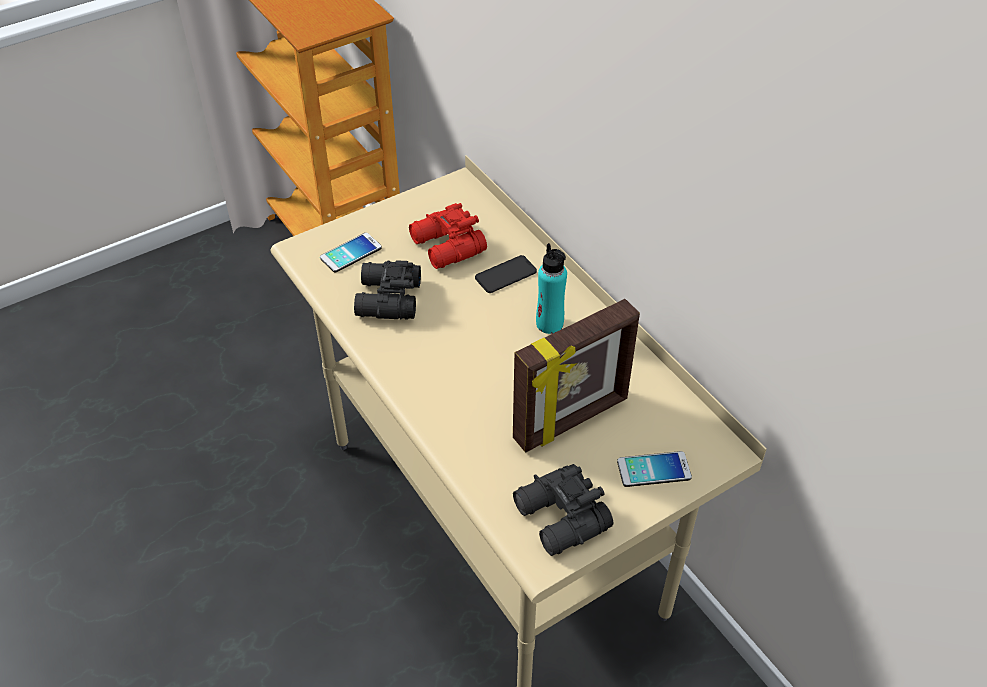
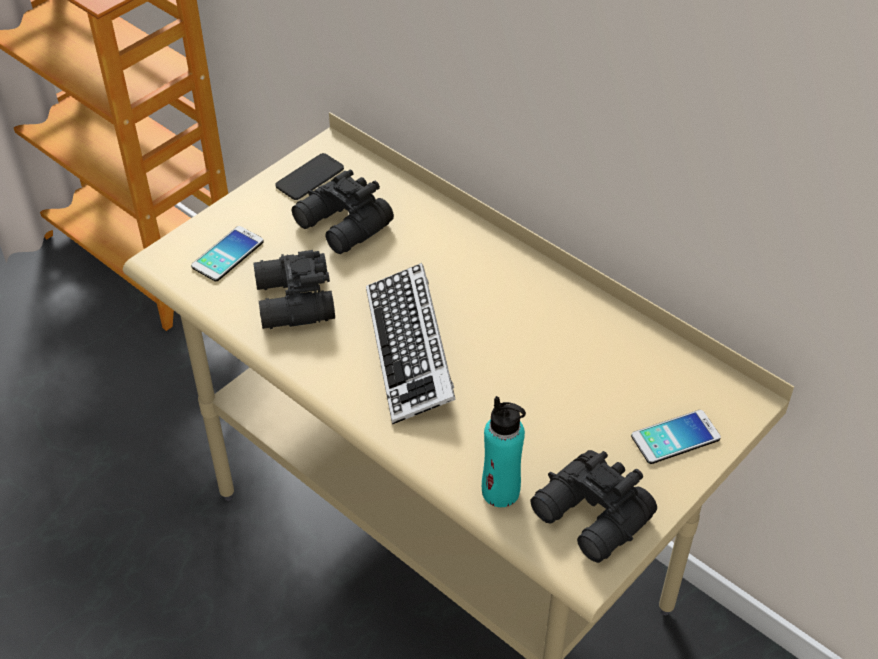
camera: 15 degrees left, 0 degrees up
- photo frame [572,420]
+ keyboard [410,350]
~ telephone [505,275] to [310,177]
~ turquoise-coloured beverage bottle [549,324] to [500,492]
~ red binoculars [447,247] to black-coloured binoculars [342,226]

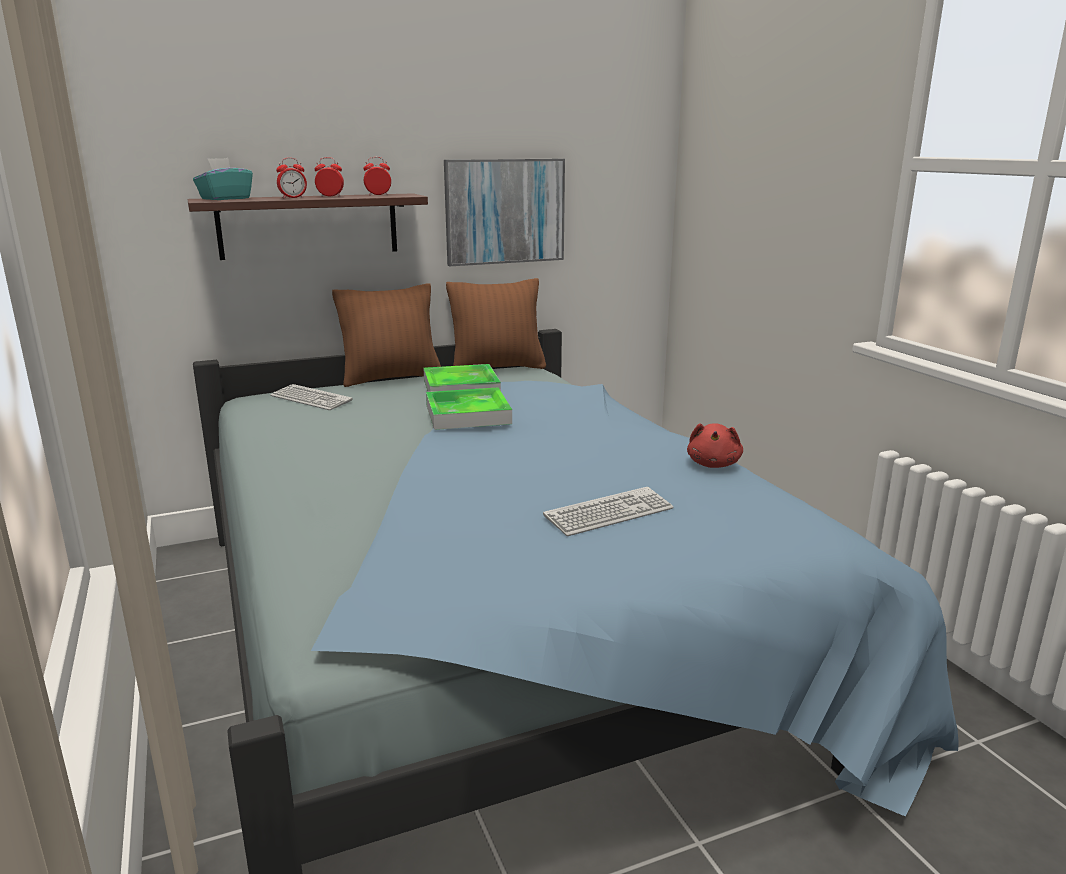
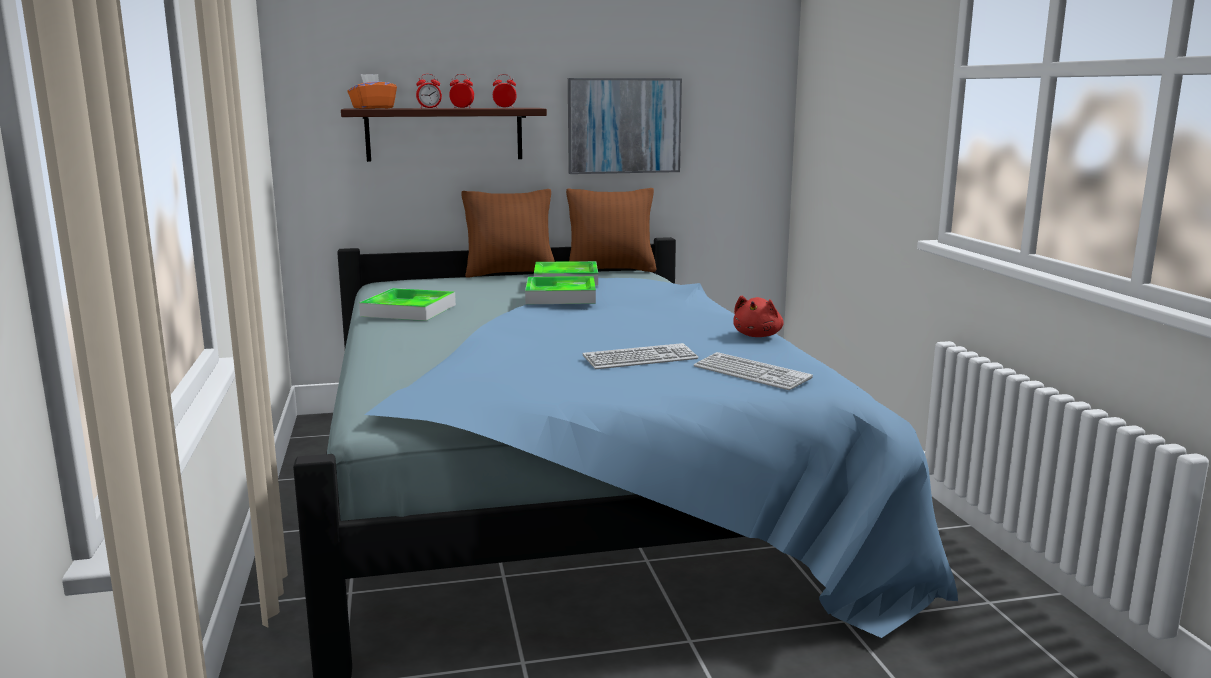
camera: 10 degrees right, 5 degrees down
+ tray [409,310]
~ keyboard [311,399] to [751,373]
~ turquoise-coloured tissue holder [225,199] to orange-coloured tissue holder [373,108]

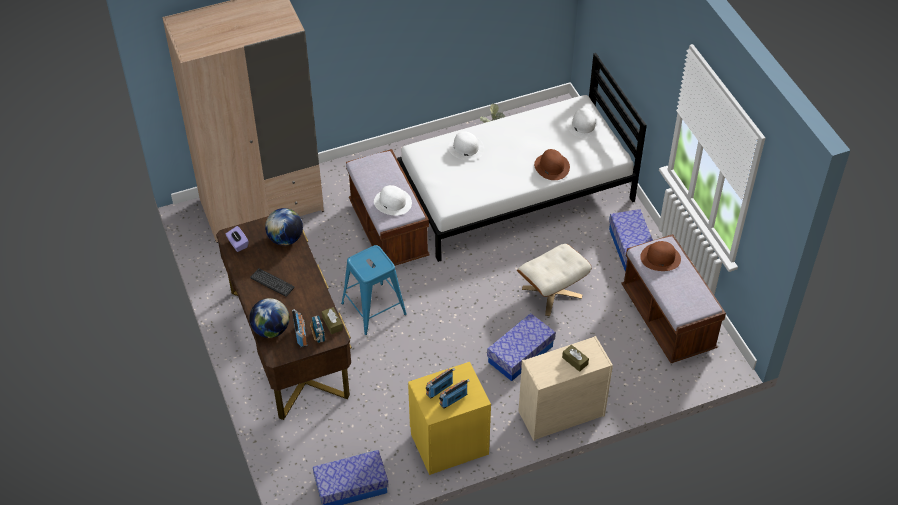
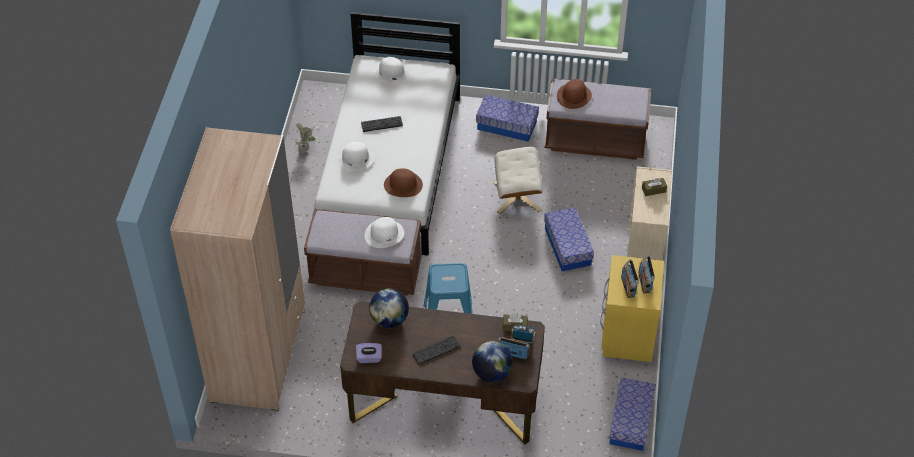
camera: 60 degrees left, 0 degrees up
+ keyboard [382,124]
~ brownish hat [551,166] to [403,185]

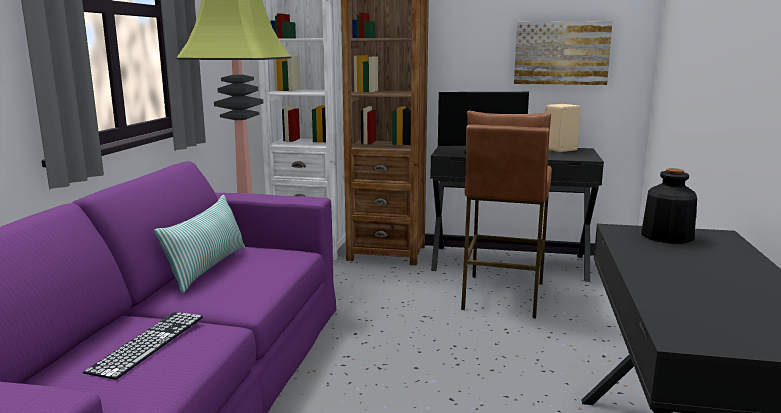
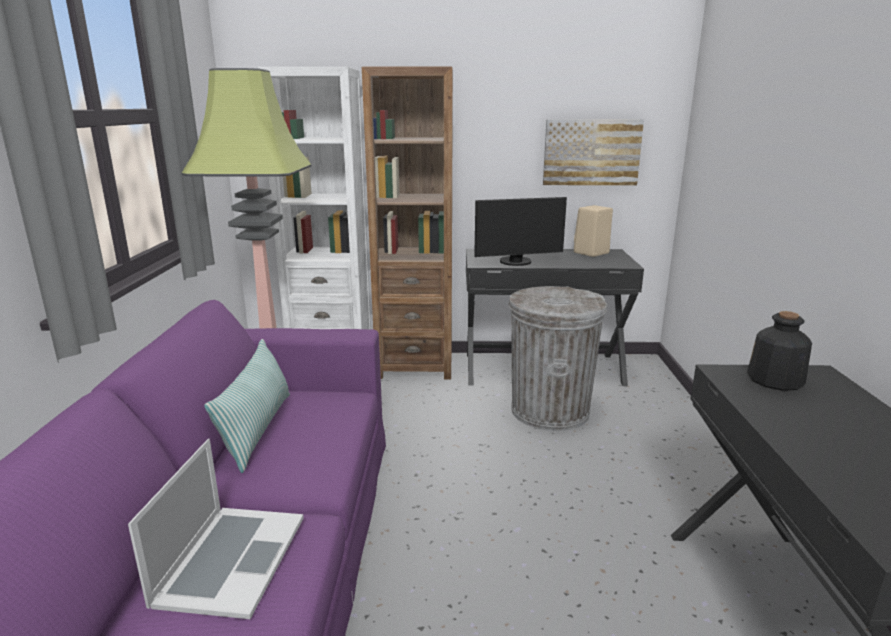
camera: 10 degrees left, 5 degrees up
~ keyboard [148,343] to portable computer [230,559]
~ brownish sitting stool [502,295] to gray waste bin [549,411]

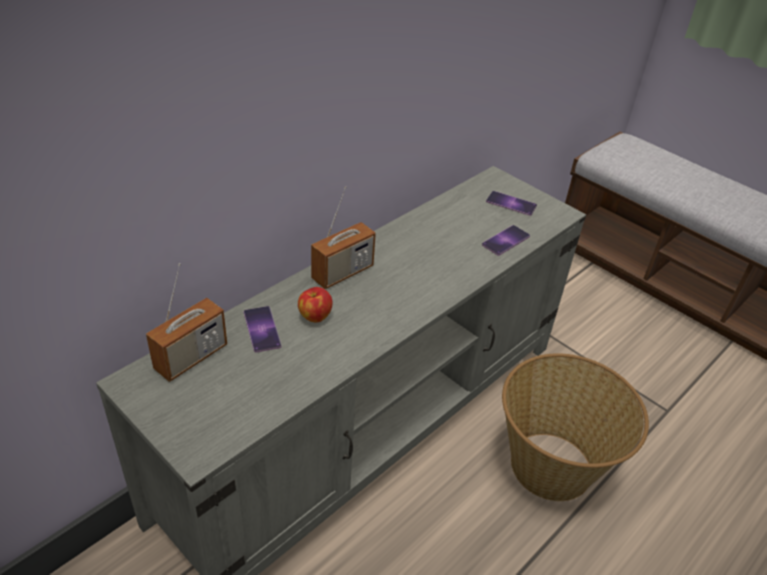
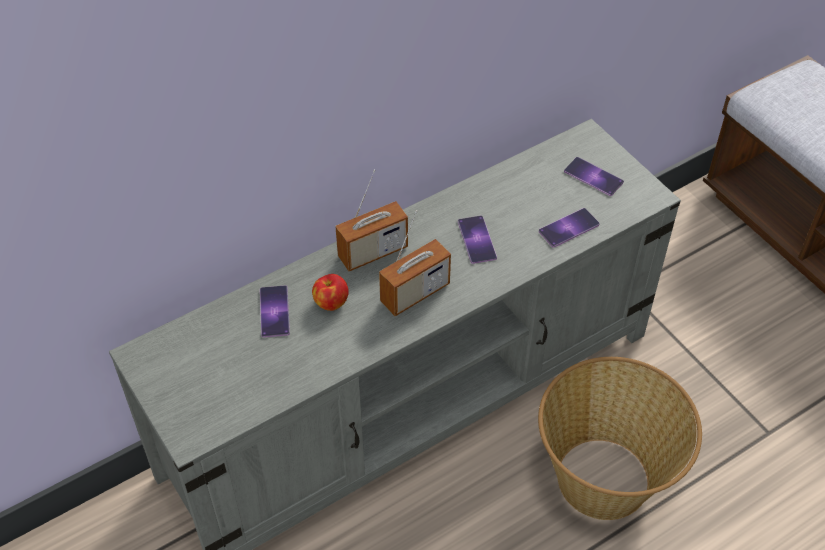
camera: 15 degrees right, 10 degrees up
+ telephone [477,239]
~ radio receiver [191,357] to [415,293]

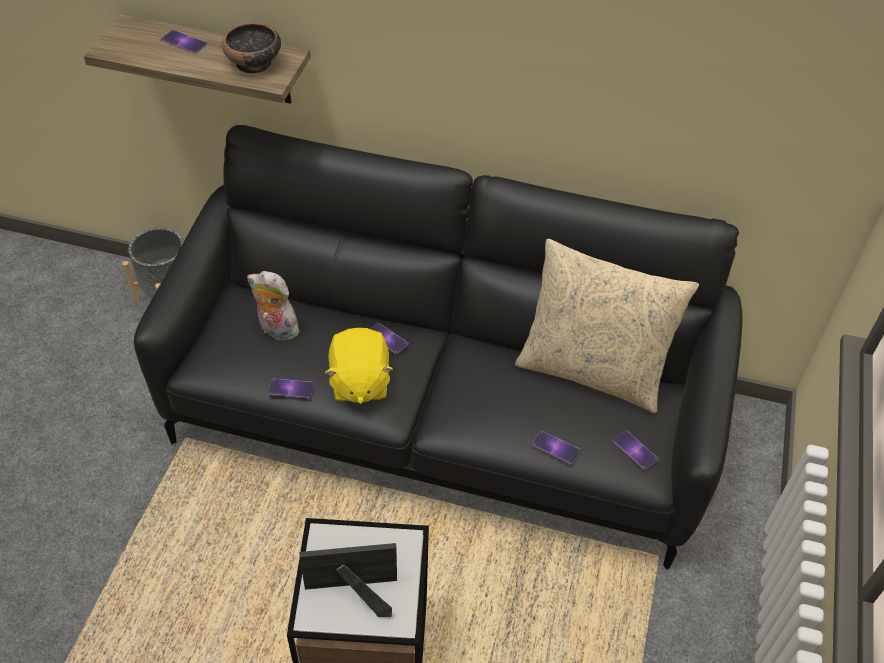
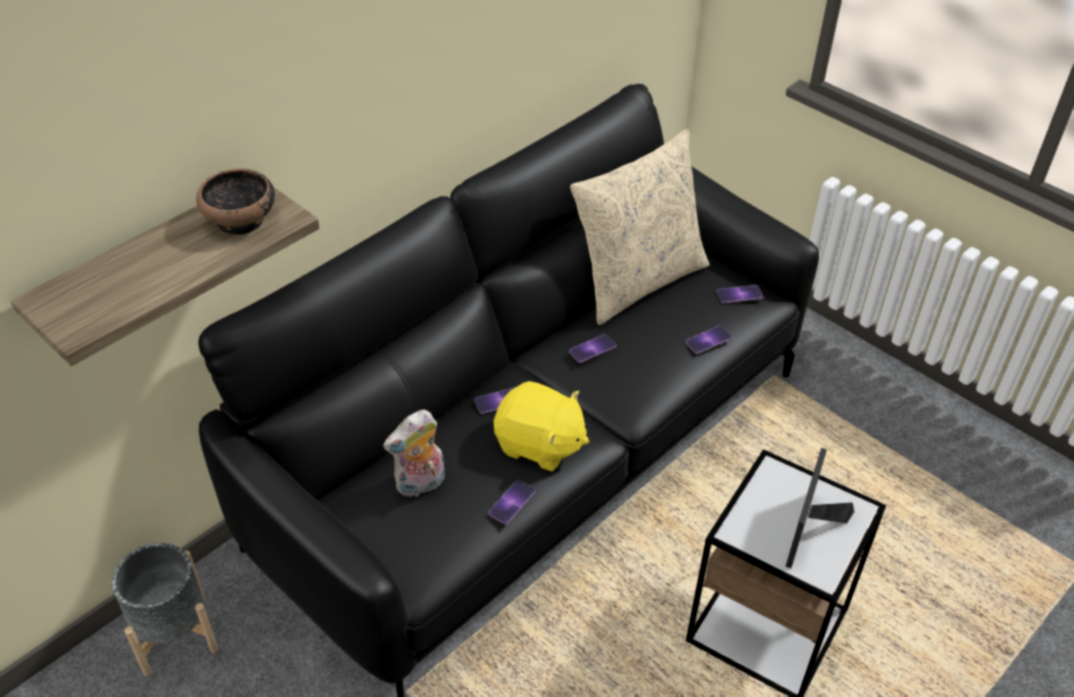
camera: 60 degrees left, 5 degrees down
~ telephone [184,42] to [592,348]

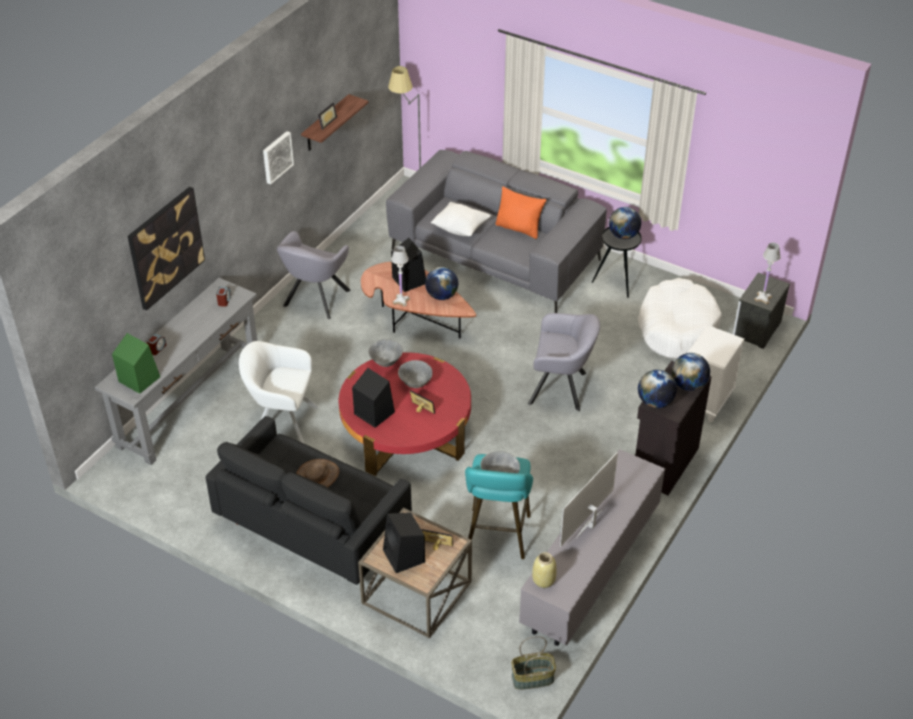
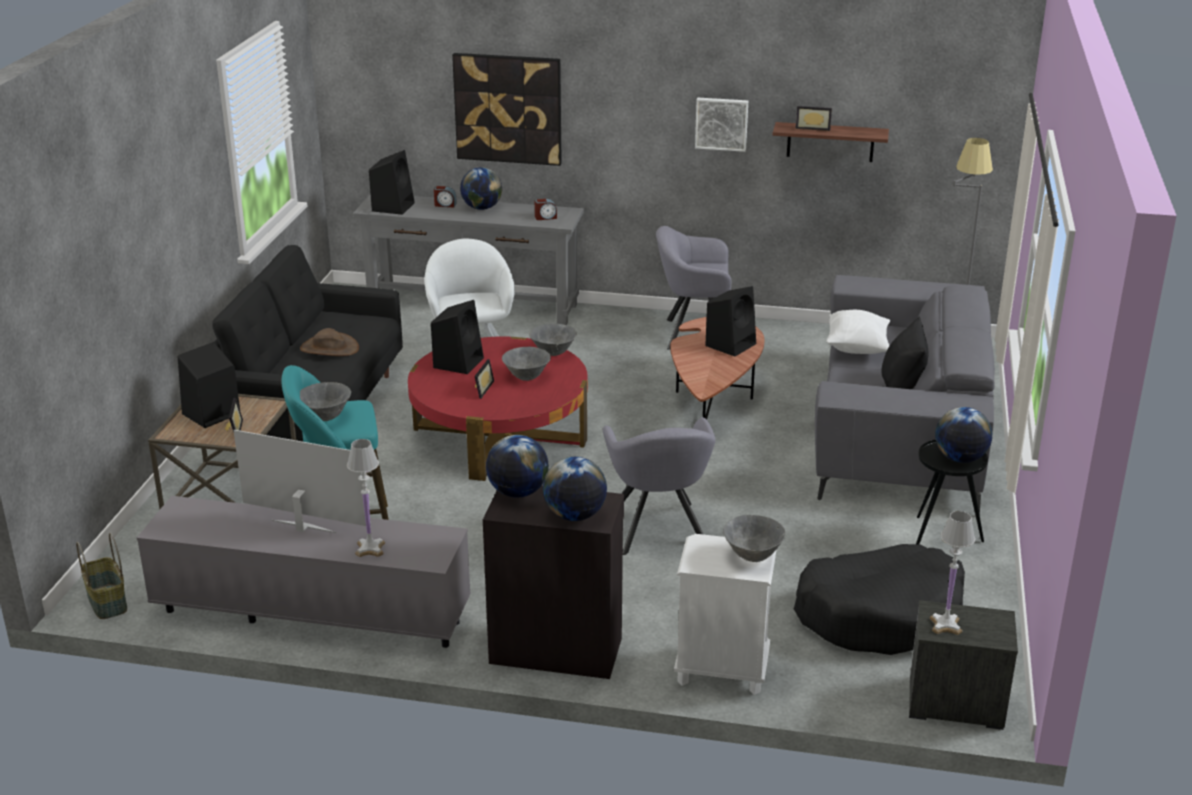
camera: 70 degrees right, 15 degrees down
- sand-coloured vase [543,580]
+ gray bowl [752,556]
~ white lamp for a table [401,301] to [369,549]
~ world globe [441,296] to [481,208]
~ green-coloured speaker [138,379] to black-coloured speaker [393,206]
~ orange-coloured throw pillow [519,228] to black-coloured throw pillow [902,386]
~ white dog cushion [677,328] to black-coloured dog cushion [880,615]

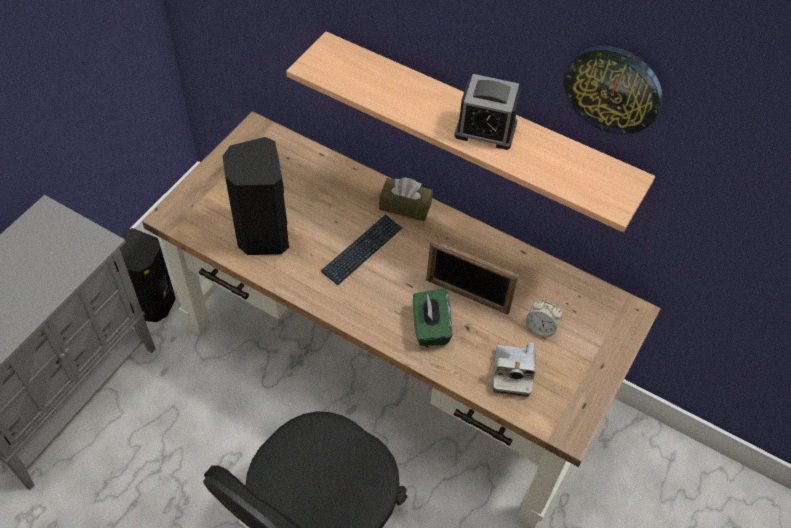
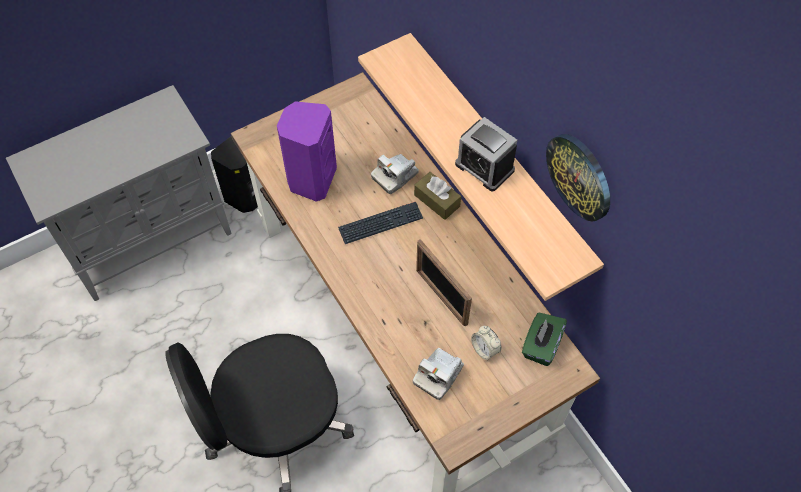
camera: 30 degrees right, 5 degrees up
+ still camera [395,176]
~ green-coloured tissue holder [430,327] to [541,345]
~ black-coloured speaker [261,234] to purple-coloured speaker [311,179]

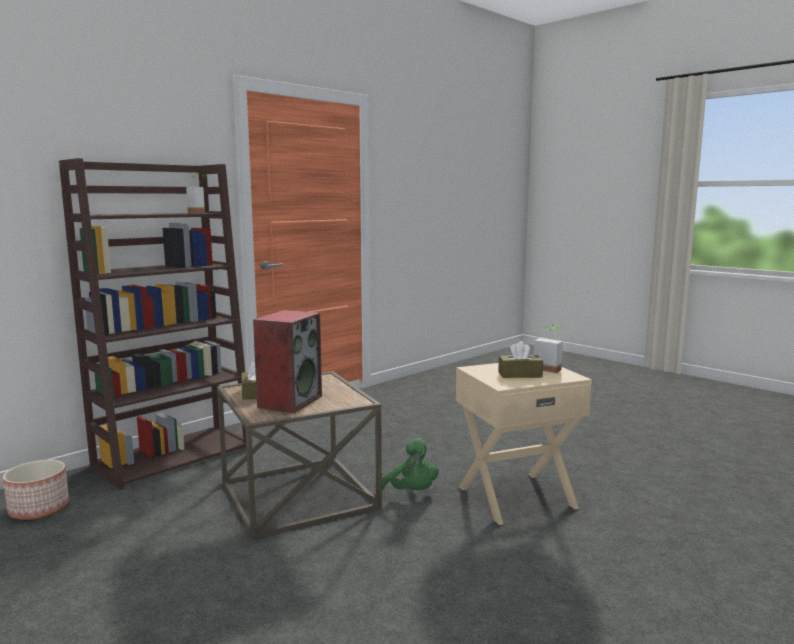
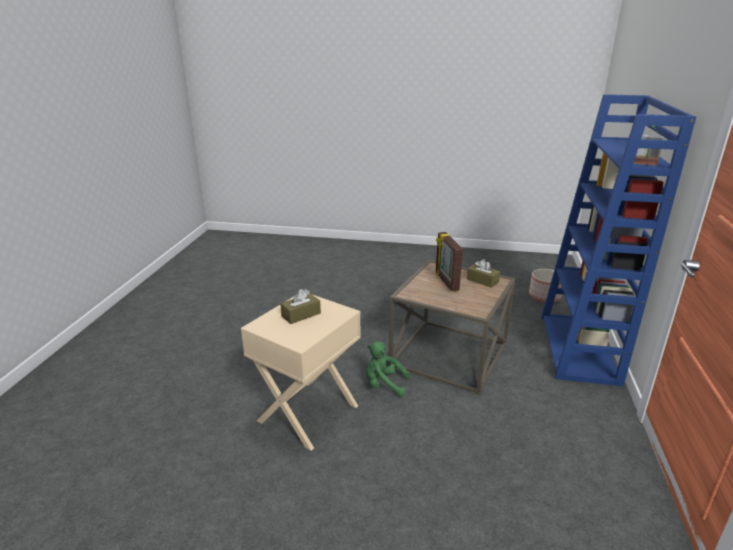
camera: 145 degrees right, 15 degrees up
- plant in a pot [549,368]
~ speaker [290,401] to photo frame [446,281]
~ brownish shelving unit [174,455] to blue shelving unit [579,349]

